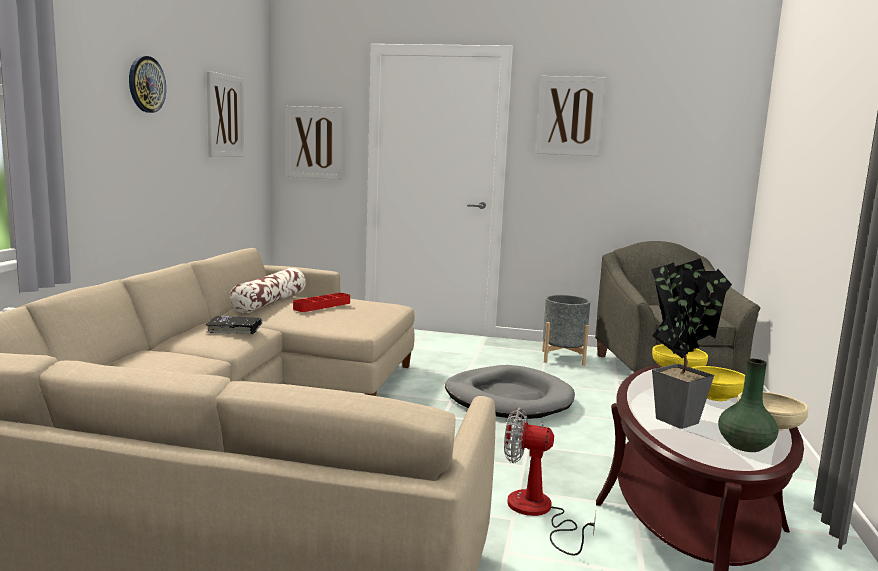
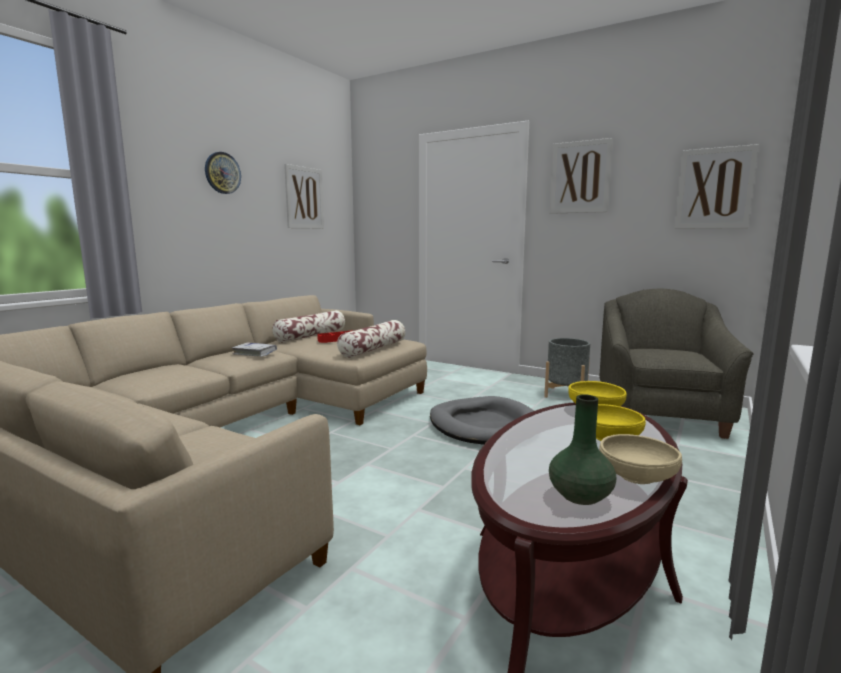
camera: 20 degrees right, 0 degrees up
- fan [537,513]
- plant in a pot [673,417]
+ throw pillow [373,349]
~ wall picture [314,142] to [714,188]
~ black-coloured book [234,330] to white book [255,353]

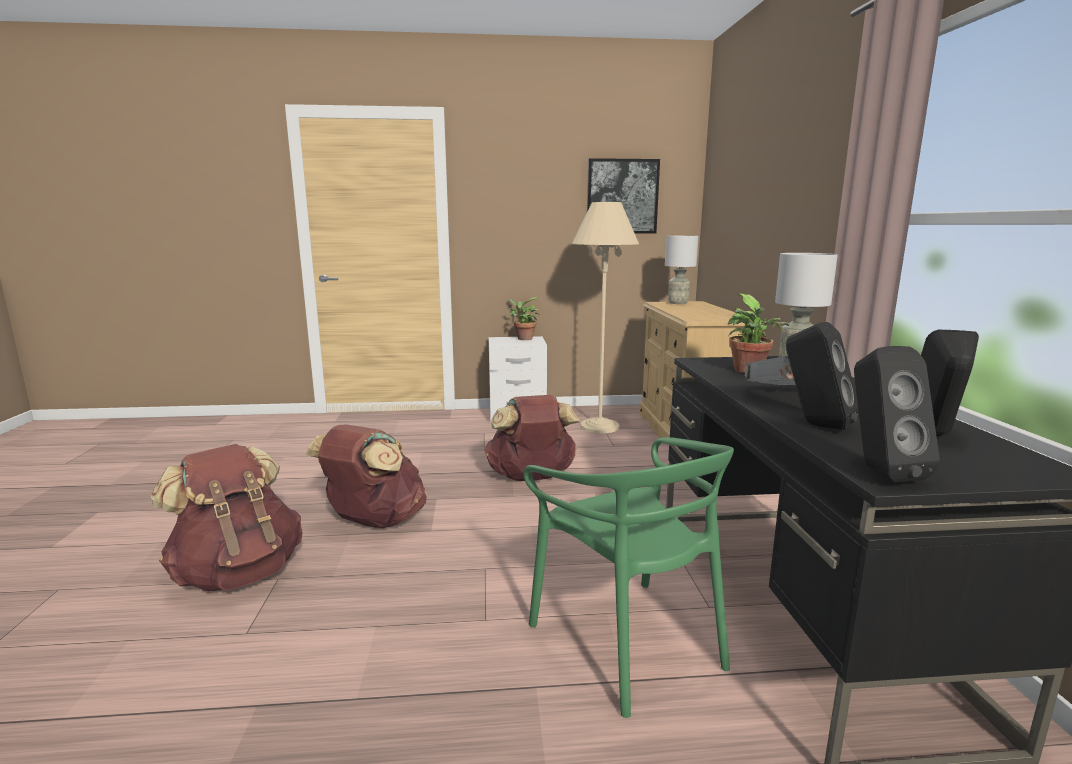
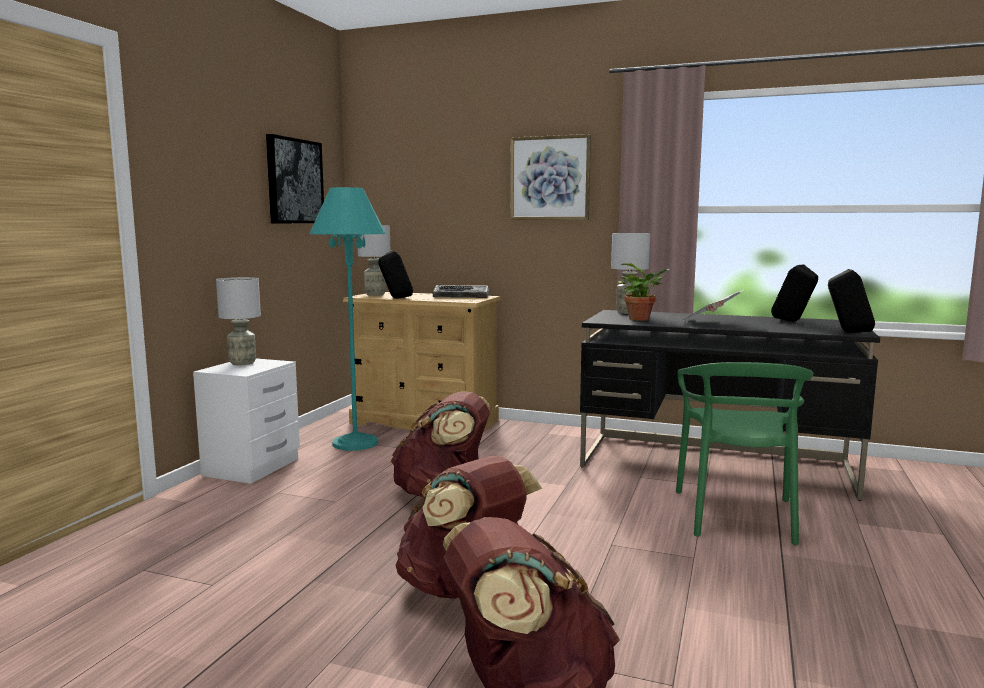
camera: 65 degrees left, 5 degrees down
+ keyboard [462,297]
+ wall picture [550,178]
~ black-coloured speaker [814,425] to [395,298]
~ plant in a pot [523,338] to gray lamp for a table [242,363]
~ sand-coloured standard lamp [599,426] to turquoise-coloured standard lamp [355,443]
~ green-coloured chair [627,641] = [737,515] 105 degrees clockwise

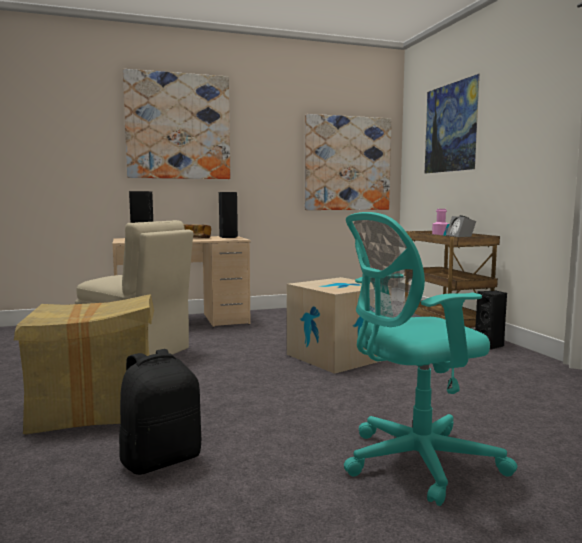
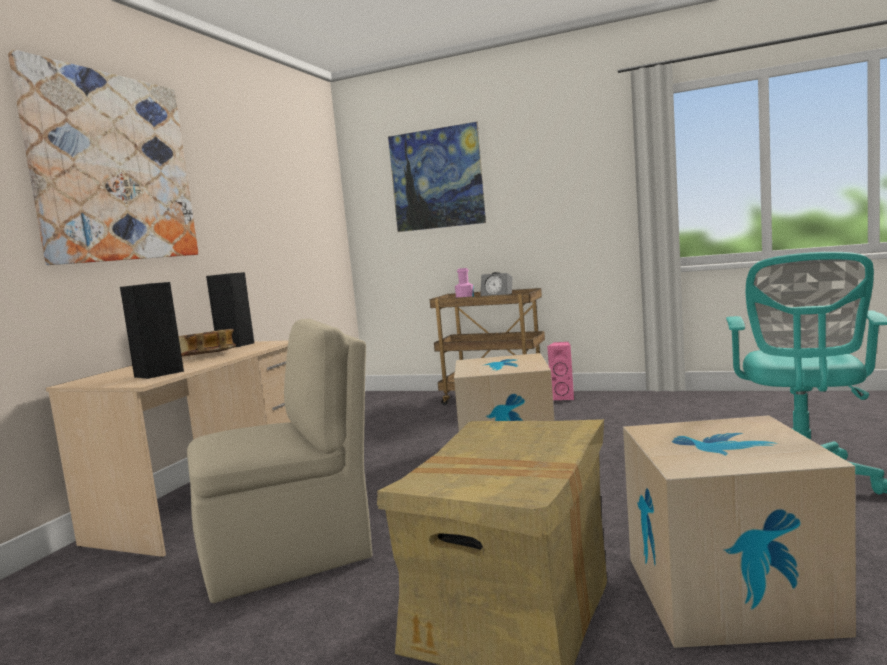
camera: 50 degrees left, 0 degrees up
- wall picture [347,163]
~ black-coloured rucksack [161,459] to cardboard box [728,593]
~ black-coloured speaker [490,345] to pinkish speaker [563,397]

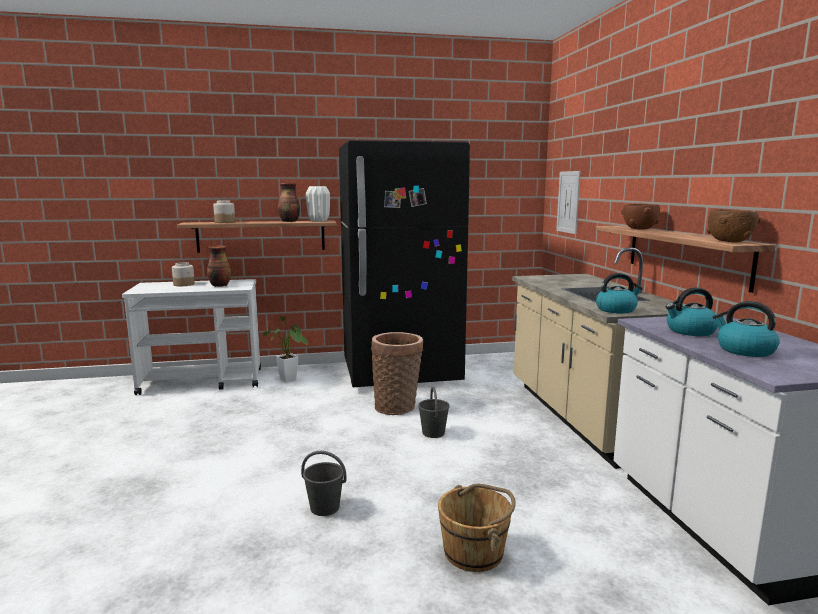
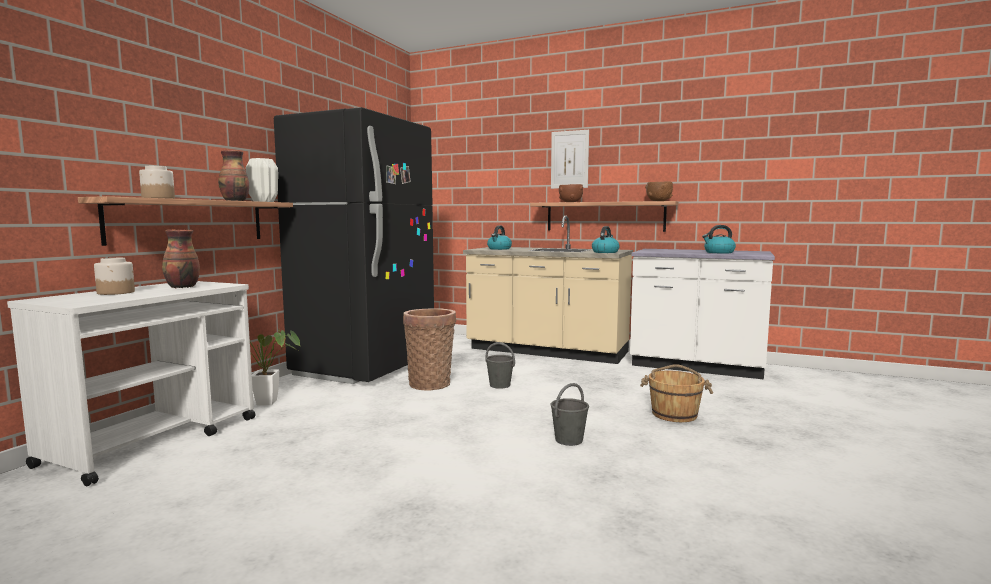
camera: 55 degrees left, 5 degrees down
~ wall picture [568,202] to [569,159]
~ tea kettle [690,331] to [499,249]

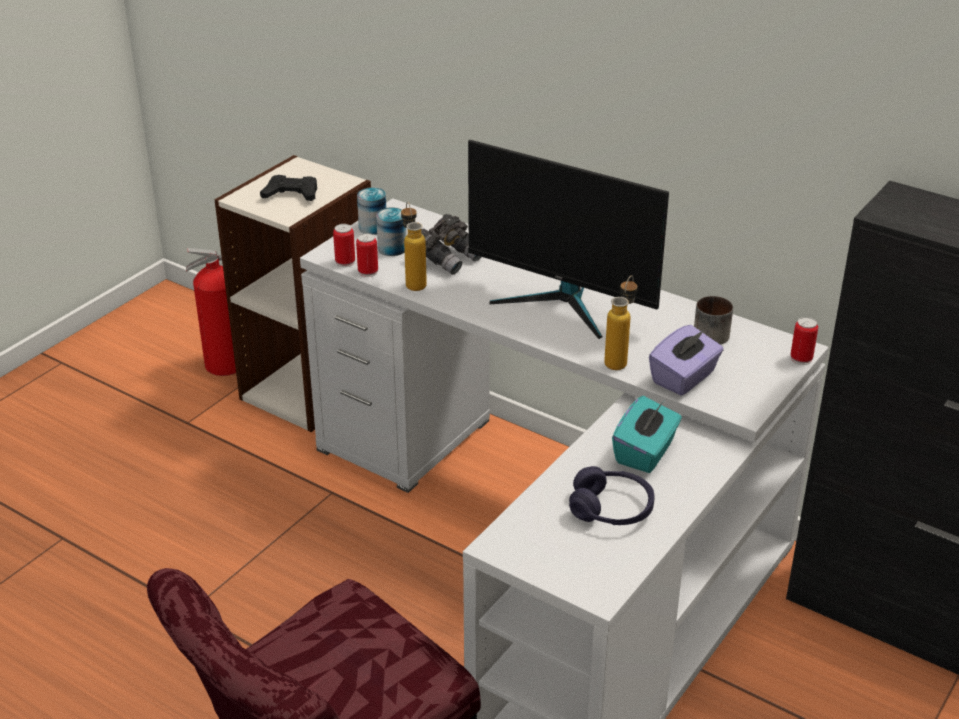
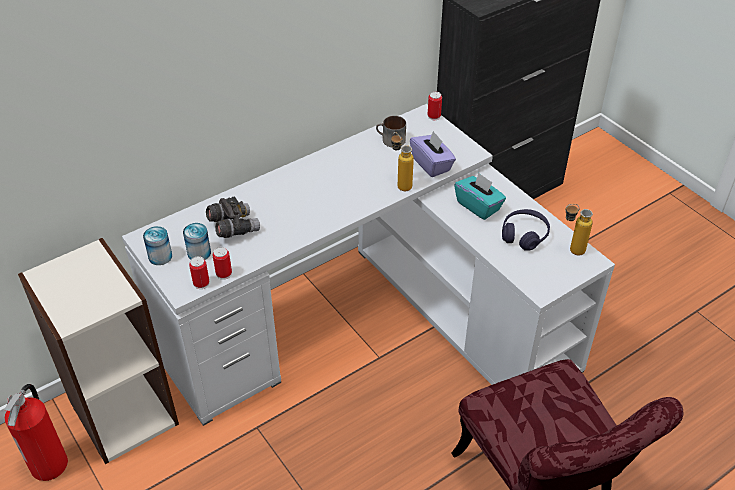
camera: 70 degrees left, 10 degrees up
- black-coloured gamepad [291,194]
- computer display [562,303]
~ beverage bottle [413,282] to [570,250]

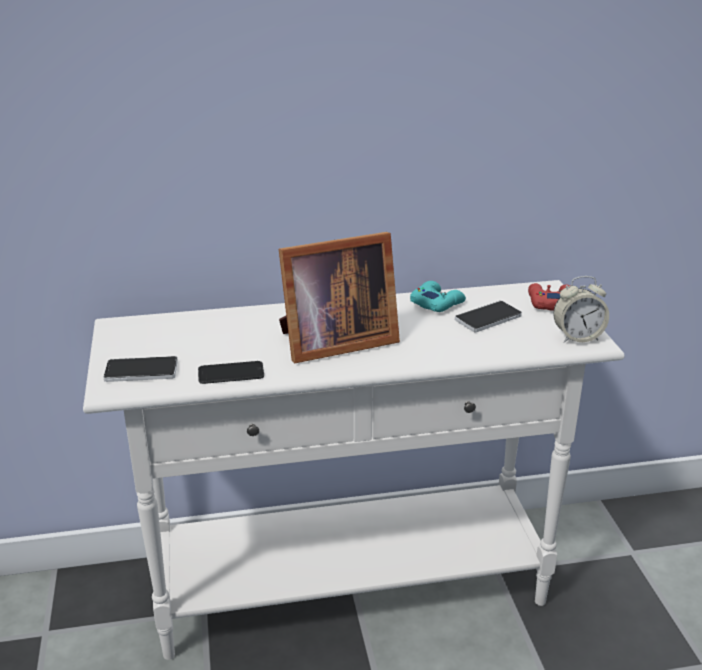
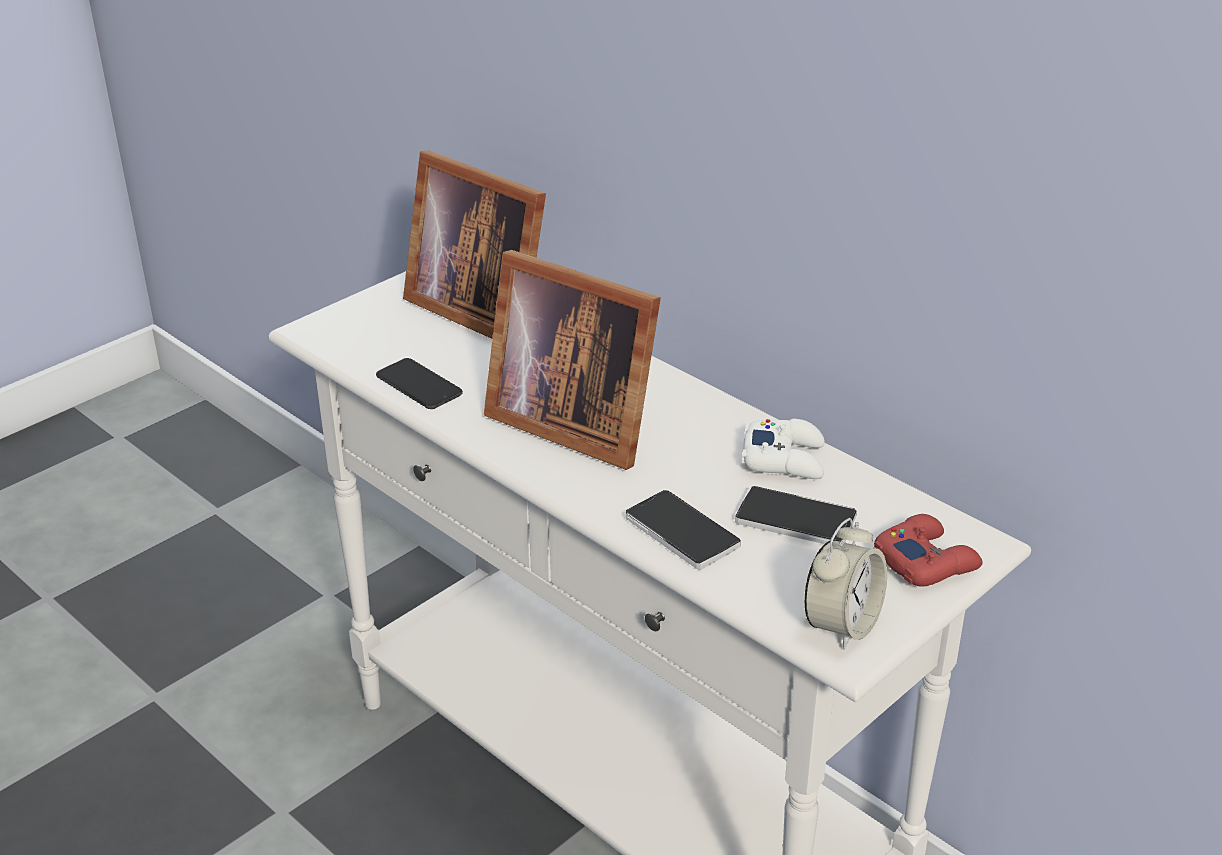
camera: 55 degrees right, 5 degrees up
+ photo frame [479,308]
~ telephone [141,371] to [681,532]
~ turquoise-coloured gamepad [437,303] to white gamepad [784,458]
~ alarm clock [577,337] = [842,625] 105 degrees counterclockwise

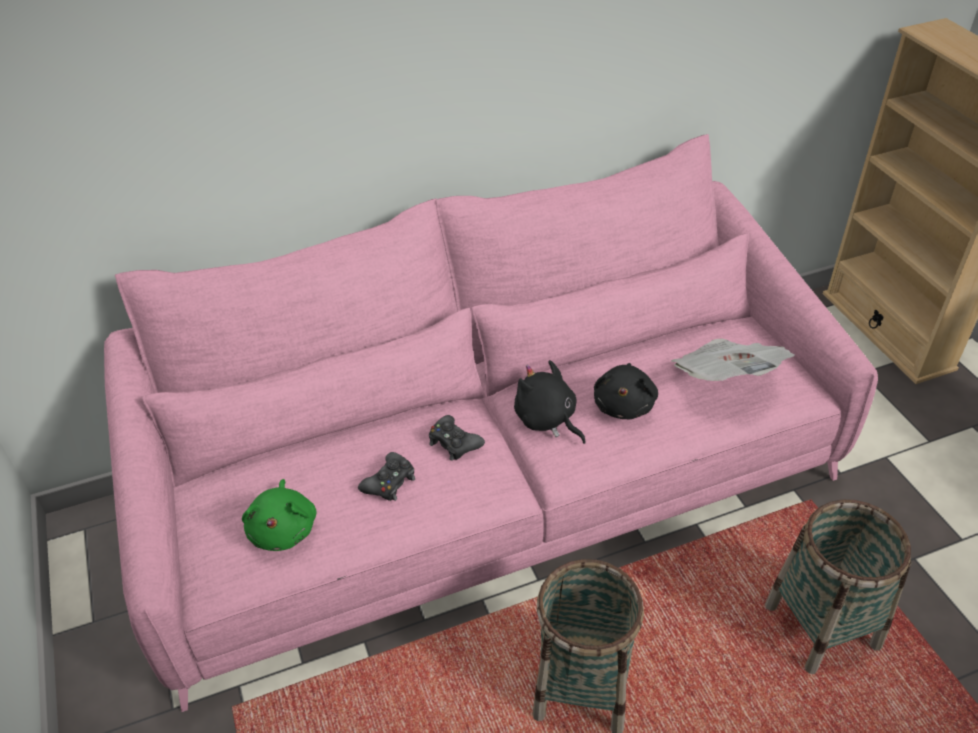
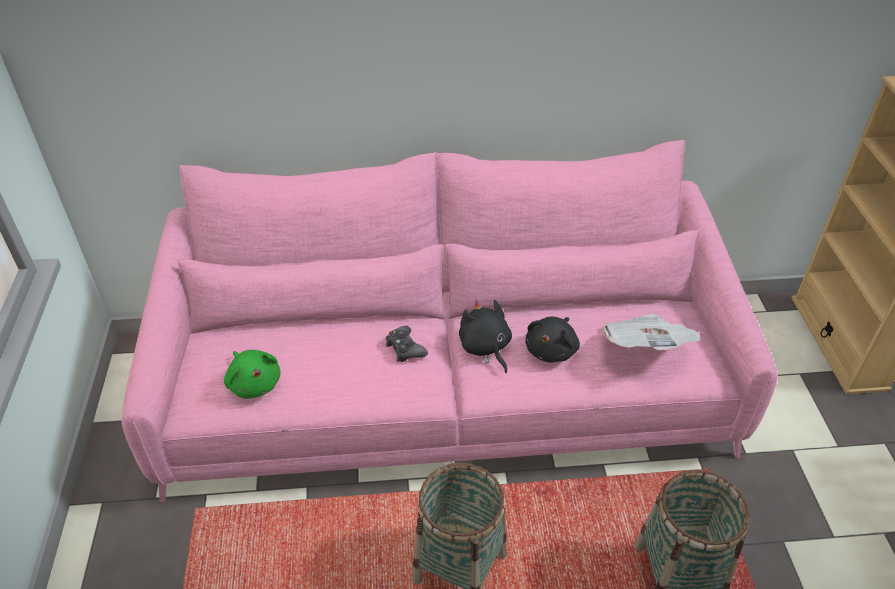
camera: 15 degrees right, 0 degrees up
- black-coloured gamepad [389,482]
~ green-coloured soft toy [284,529] = [254,383] 45 degrees counterclockwise

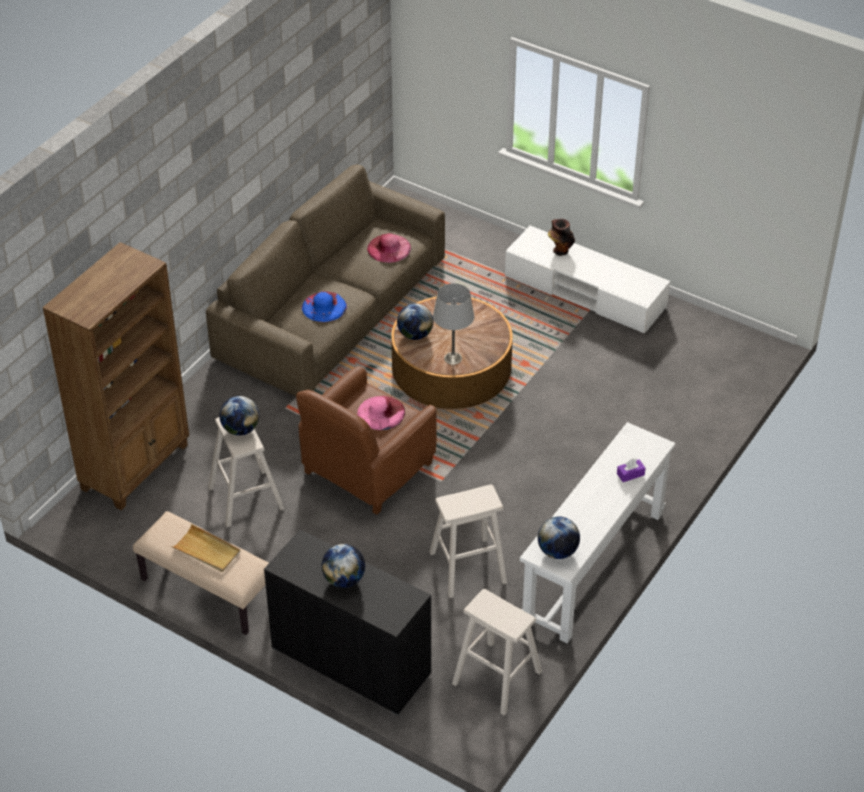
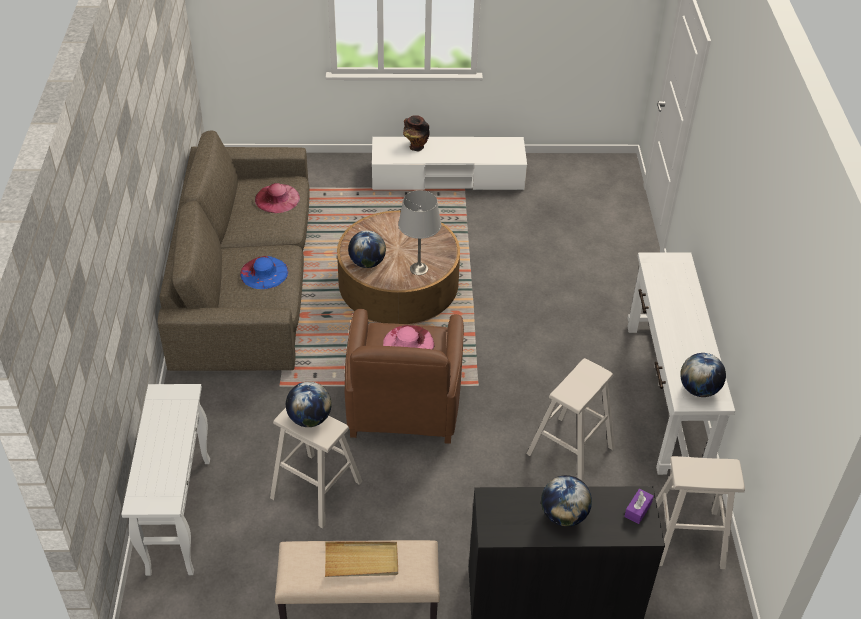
camera: 35 degrees left, 0 degrees up
~ purple-coloured tissue holder [630,474] to [638,510]
~ brownish shelving unit [136,467] to white console table [179,514]

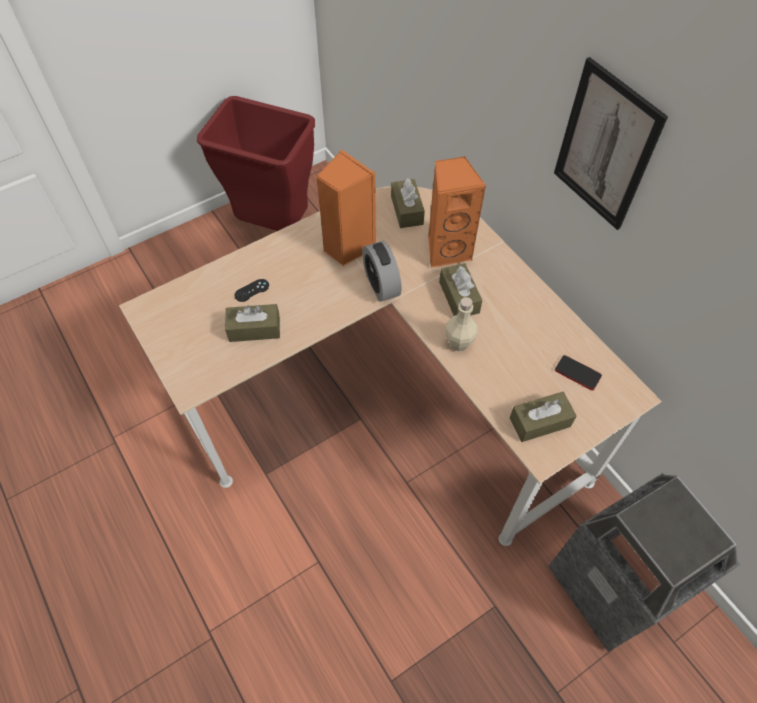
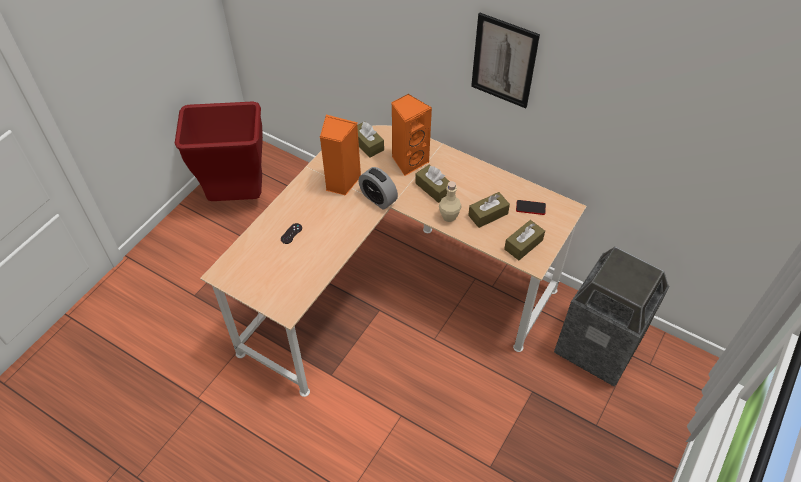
camera: 25 degrees left, 5 degrees down
~ brownish tissue holder [254,329] to [488,214]

